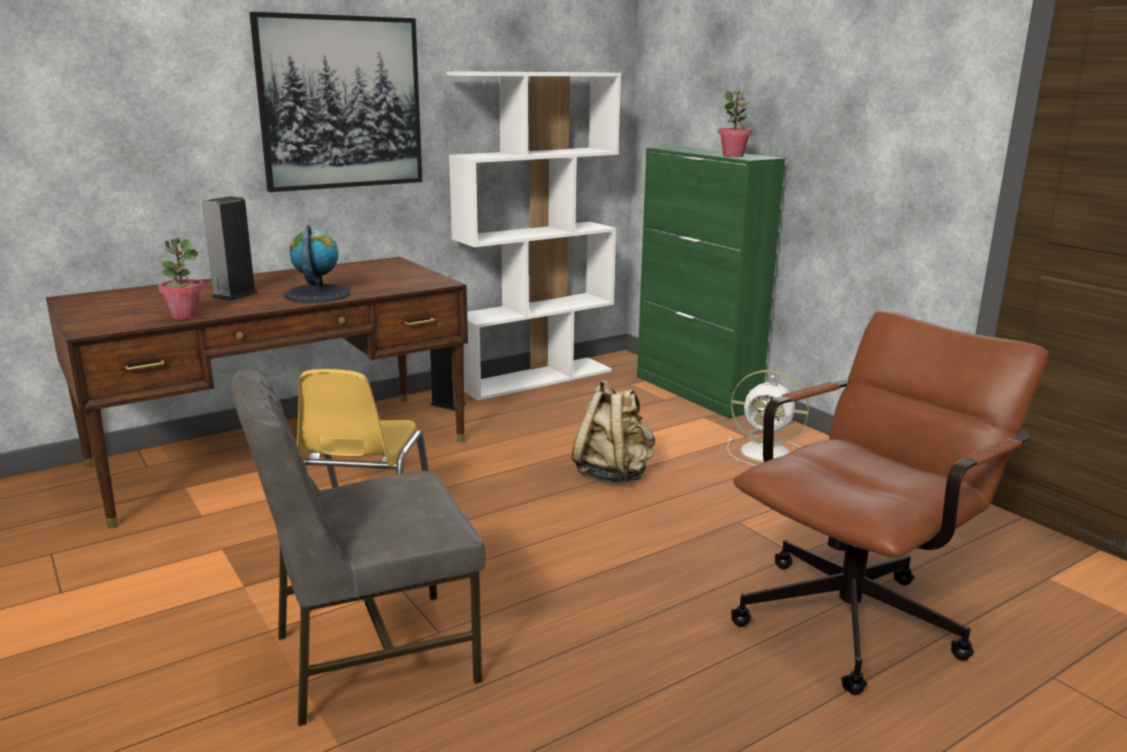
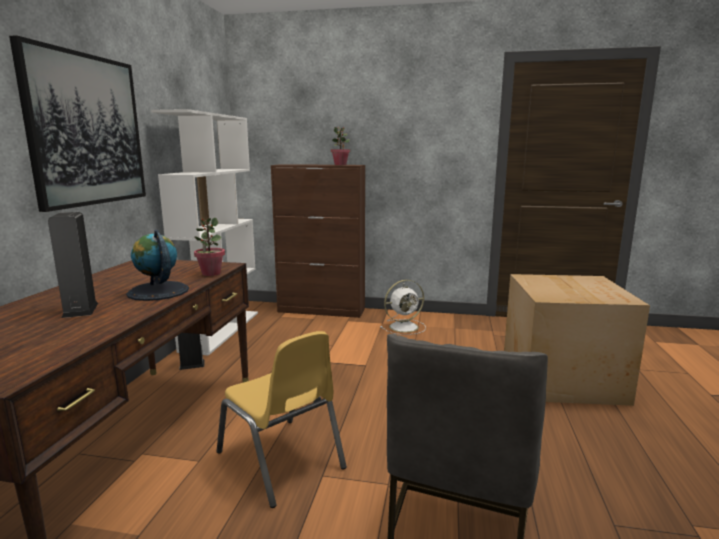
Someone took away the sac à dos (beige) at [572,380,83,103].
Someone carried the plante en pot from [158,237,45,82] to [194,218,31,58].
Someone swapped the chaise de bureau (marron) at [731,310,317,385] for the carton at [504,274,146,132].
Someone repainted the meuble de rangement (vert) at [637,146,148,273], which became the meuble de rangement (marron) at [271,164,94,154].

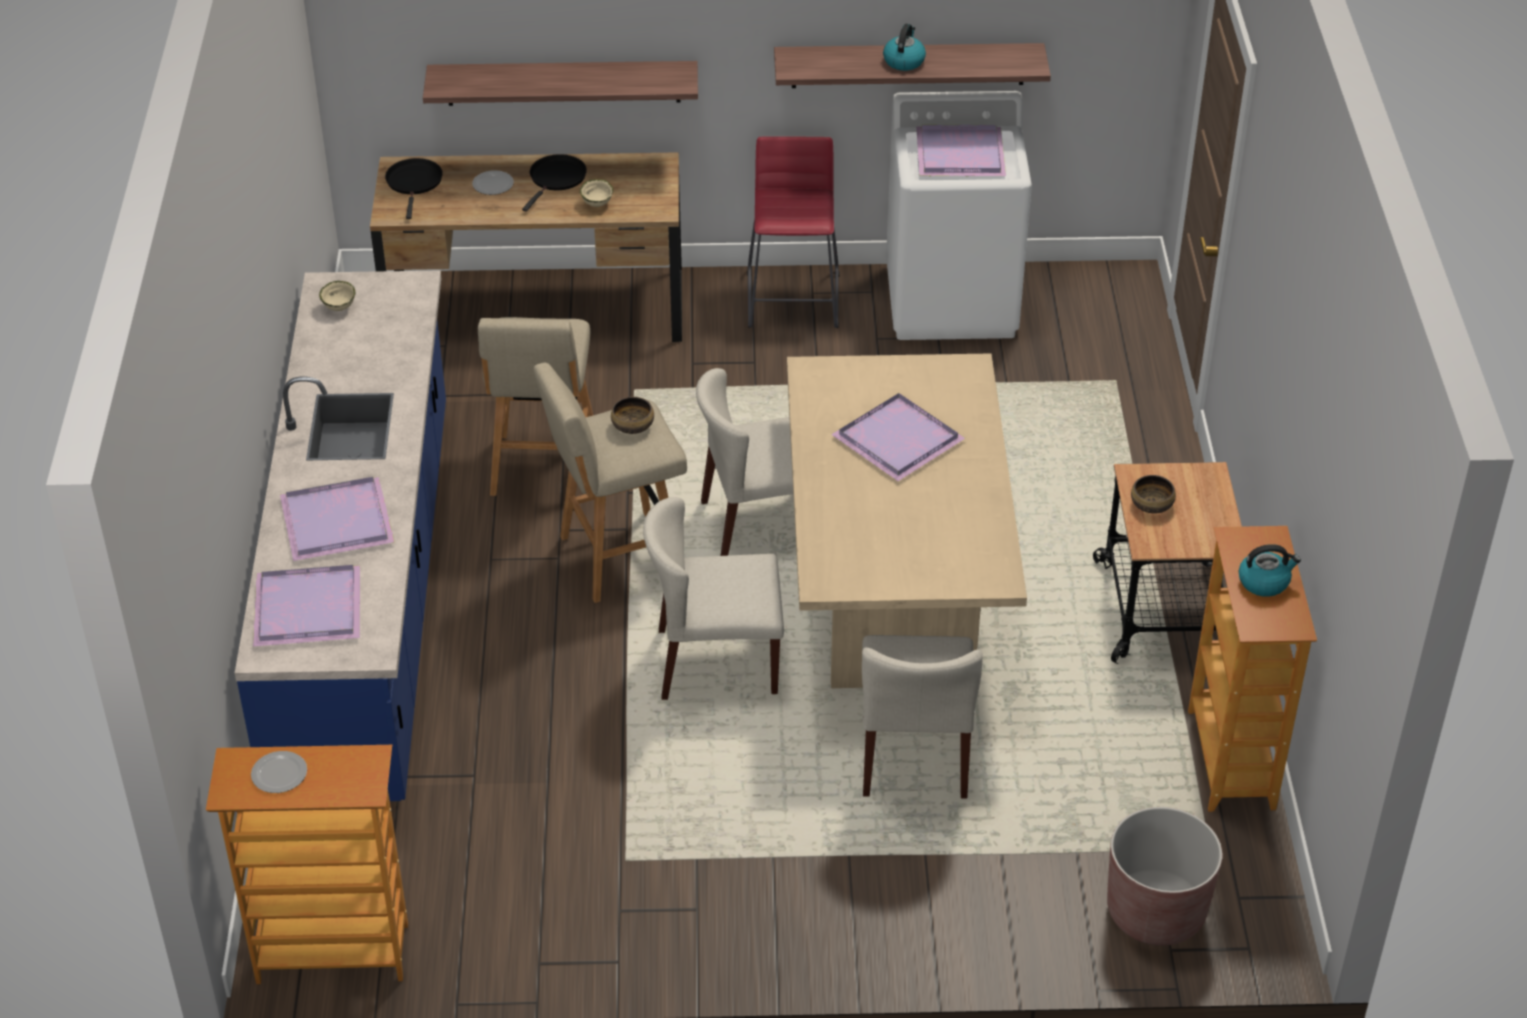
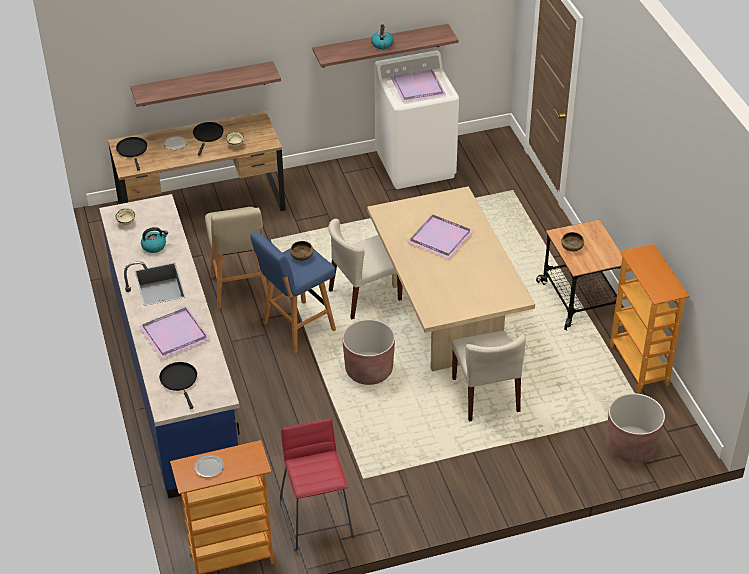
Someone carried the tabouret (rouge) from [747,136,93,192] to [280,418,74,133].
Someone carried the bouilloire from [1239,544,62,53] to [141,227,27,26].
Someone swapped the plateau (violet) at [253,565,107,81] for the poêle (noir) at [159,362,38,47].
Someone swapped the chaise (beige) at [643,497,141,203] for the cache-pot (marron) at [342,319,53,66].
Someone repainted the tabouret (beige) at [534,362,153,241], which became the tabouret (bleu) at [250,231,86,122].

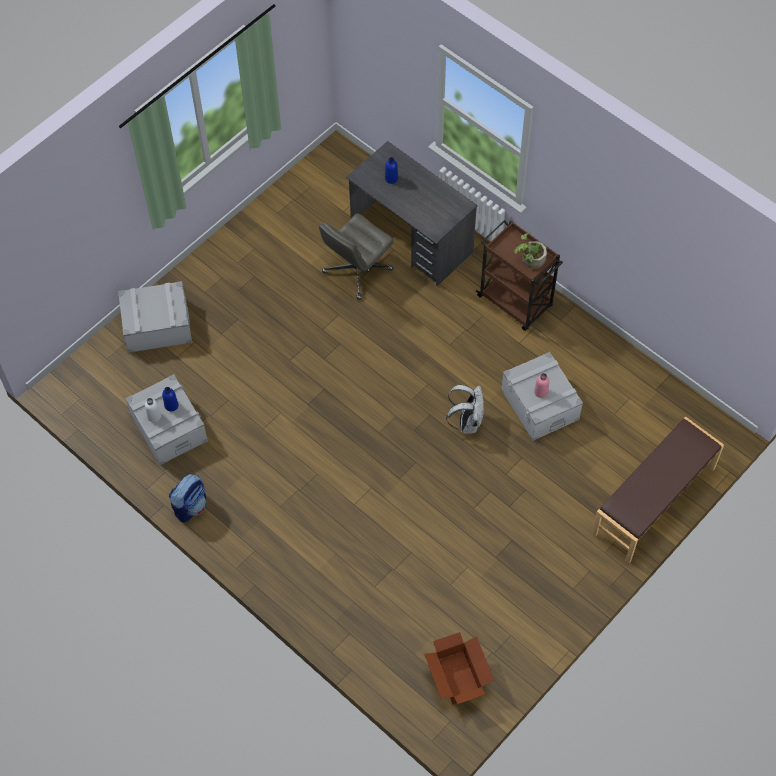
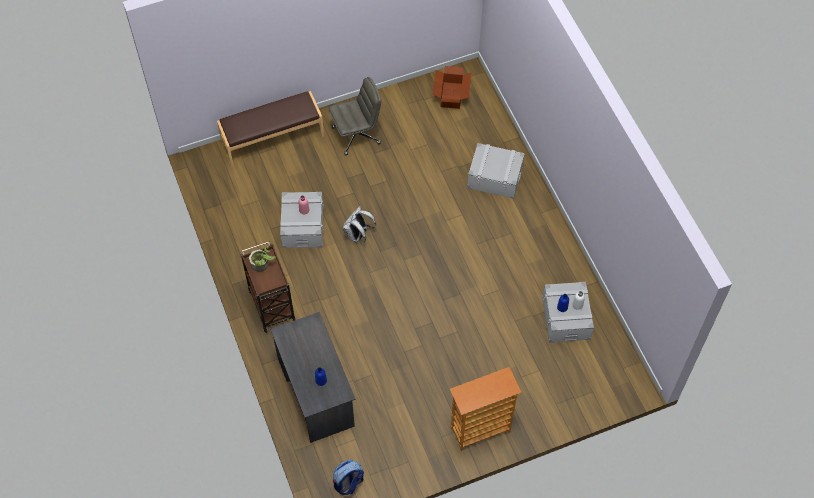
Someone put down the bibliothèque at [450,367,72,84].
Someone carried the boîte de rangement (gris) from [118,281,74,72] to [467,143,58,56].
Someone carried the sac à dos from [169,474,37,48] to [333,460,31,35].
Someone carried the chaise de bureau (gris) from [319,213,75,87] to [329,77,52,78].

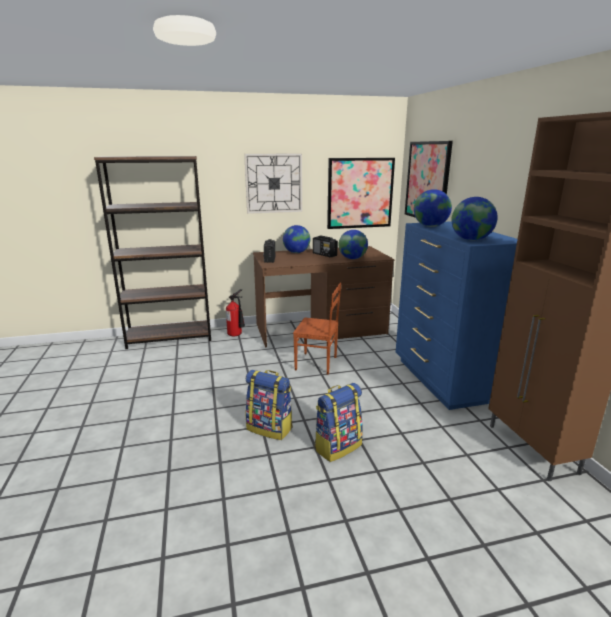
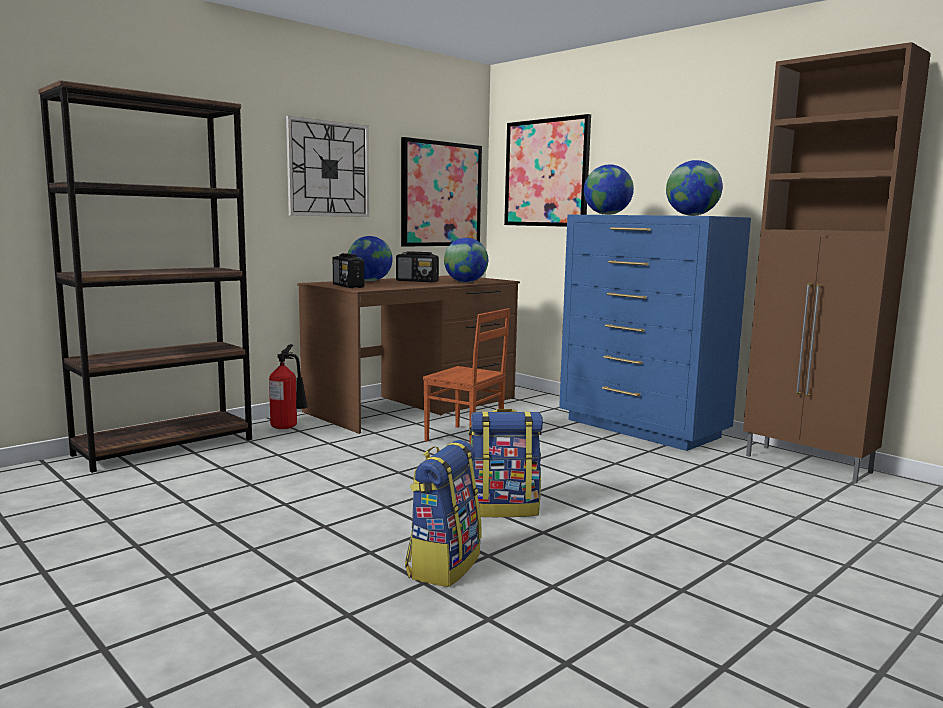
Someone carried the sac à dos from [315,383,48,79] to [405,440,77,147].
Someone rotated the chaise (marron) at [293,283,48,92] by 45 degrees clockwise.

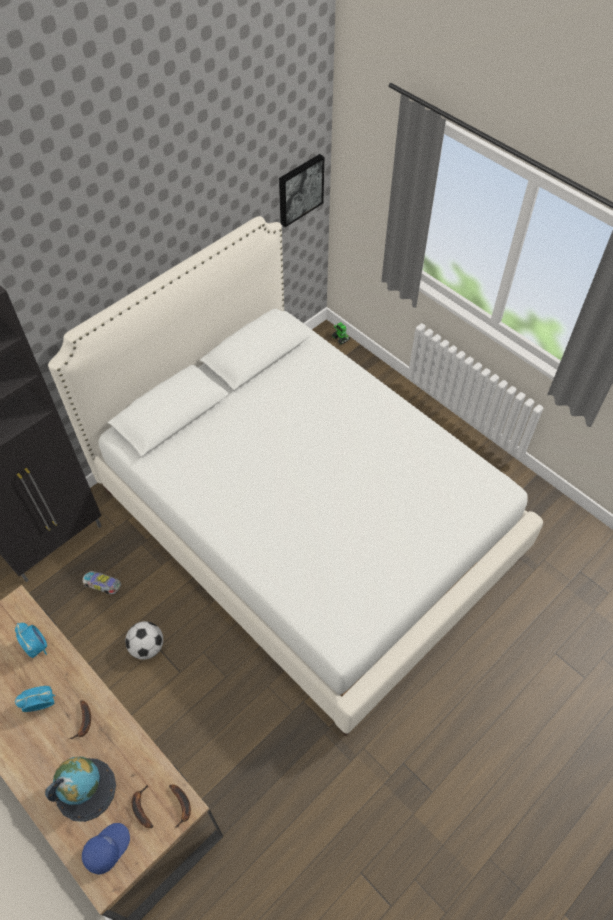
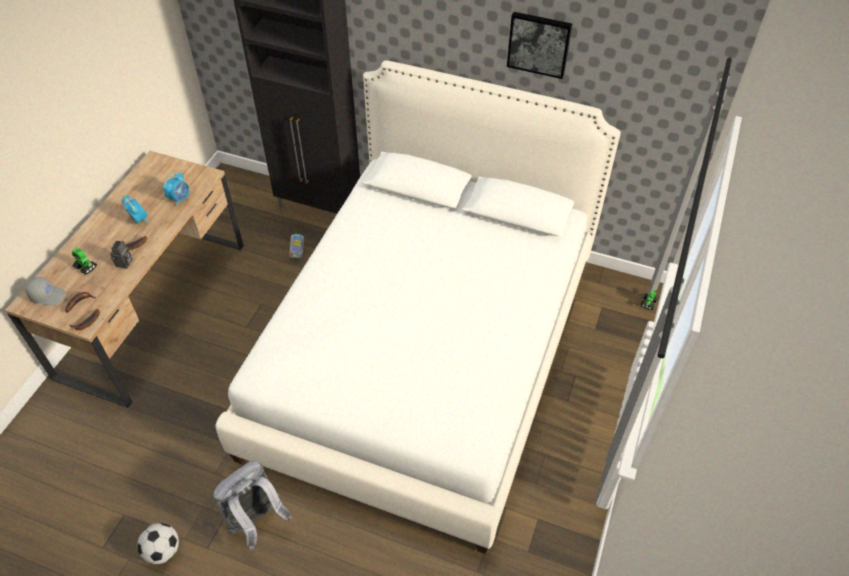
Someone put down the appareil photo at [110,241,23,28].
Someone put down the sac à dos (gris) at [213,461,80,90].
Someone carried the ballon de foot from [125,621,38,39] to [137,523,42,41].
Someone carried the tableau from [279,154,45,73] to [507,12,65,67].
Someone swapped the globe at [45,757,71,65] for the robot jouet at [72,248,25,27].
Someone repainted the casquette (bleu) at [82,823,48,52], which became the casquette (gris) at [25,277,41,29].

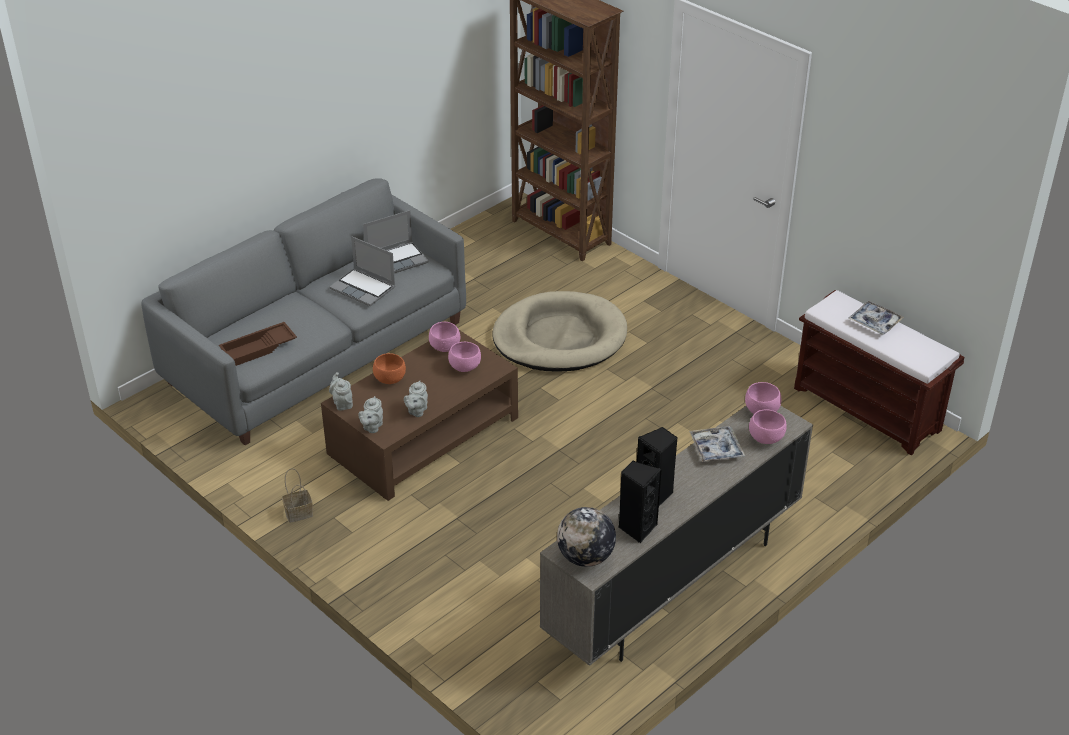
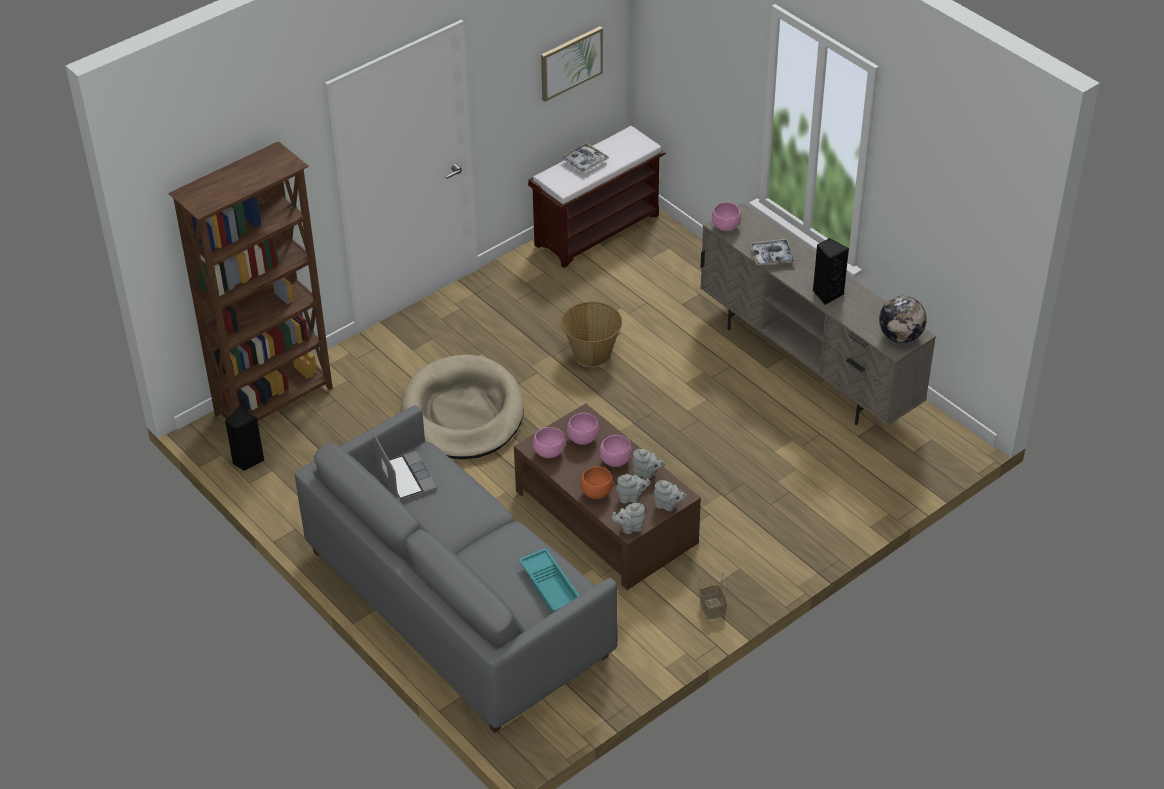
Someone took away the ordinateur portable at [330,236,66,70].
Someone put up the tableau at [541,26,62,76].
Someone put down the panier at [561,302,61,65].
Someone put down the théière (gris) at [616,474,35,30].
Someone carried the enceinte (noir) from [619,461,43,82] to [225,406,39,65].
Someone carried the bol (rose) from [749,410,37,34] to [599,435,33,32].
Someone repainted the plateau (marron) at [219,322,78,44], which became the plateau (turquoise) at [518,548,62,65].

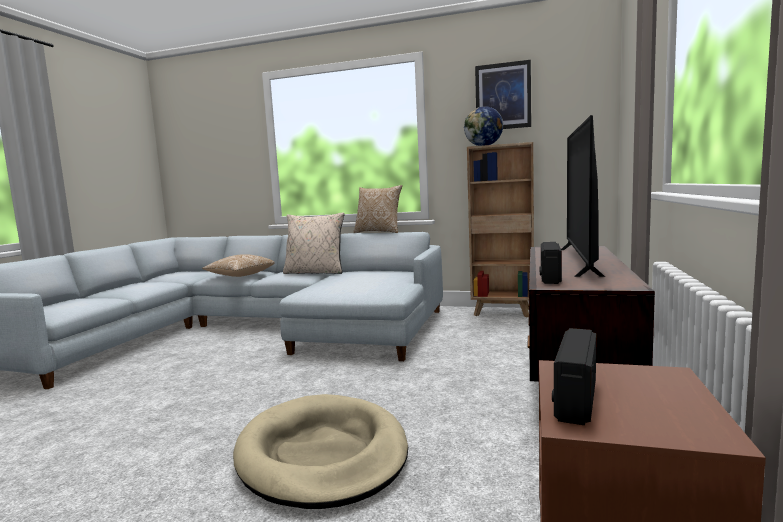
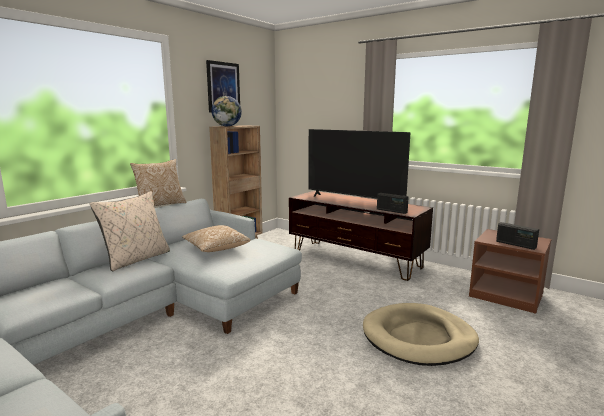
Someone carried the coussin from [202,254,73,23] to [182,225,69,27].

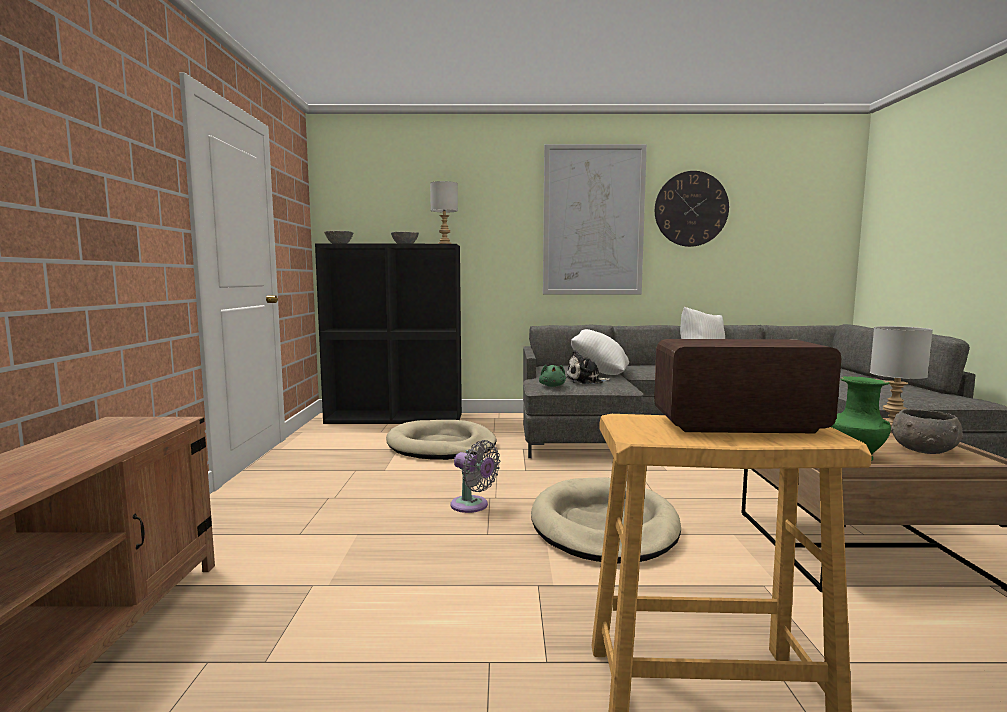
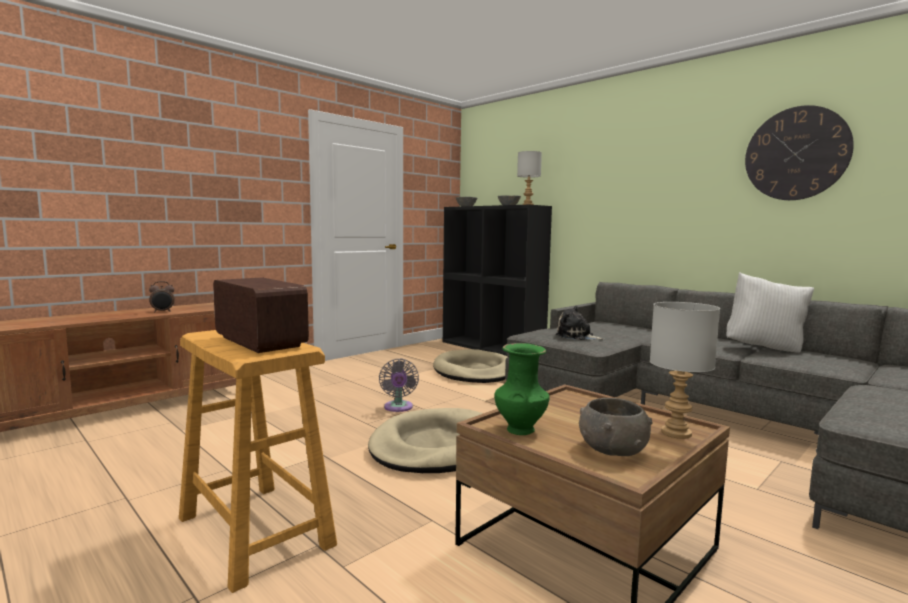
Someone took away the peluche (vert) at [539,364,27,23].
Someone took away the tableau at [543,144,104,151].
Someone took away the coussin (blanc) at [571,329,58,46].
Someone put down the réveil at [149,281,26,32].

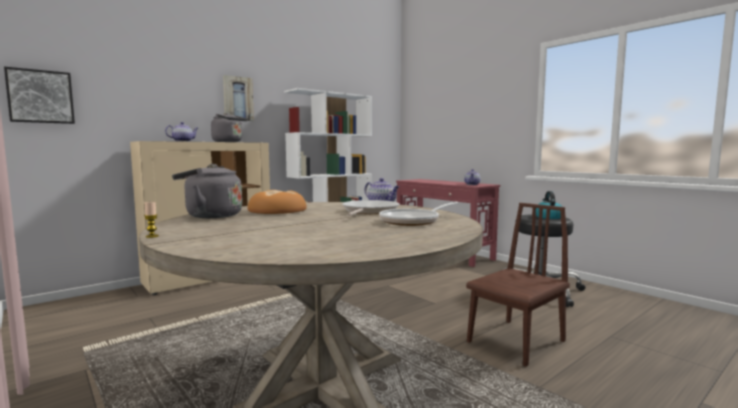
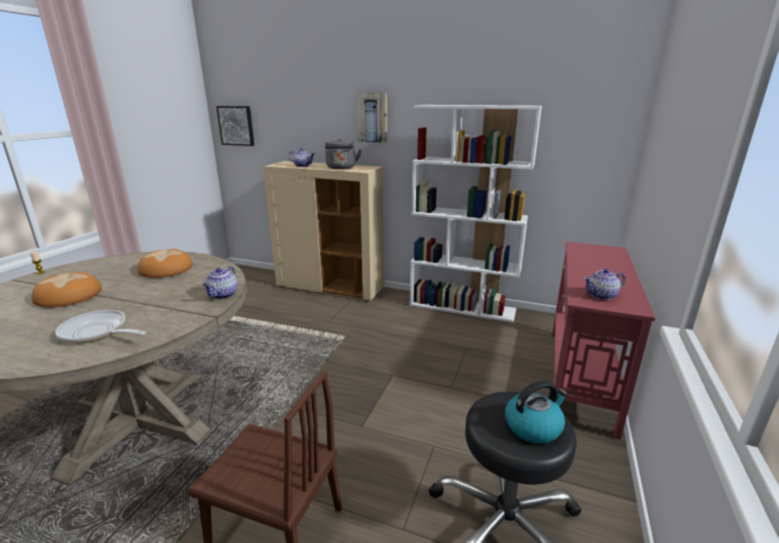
Someone took away the bouilloire (gris) at [172,164,70,54].
Someone took away the poêle at [342,200,57,16].
Someone put down the pain at [32,272,70,36].

